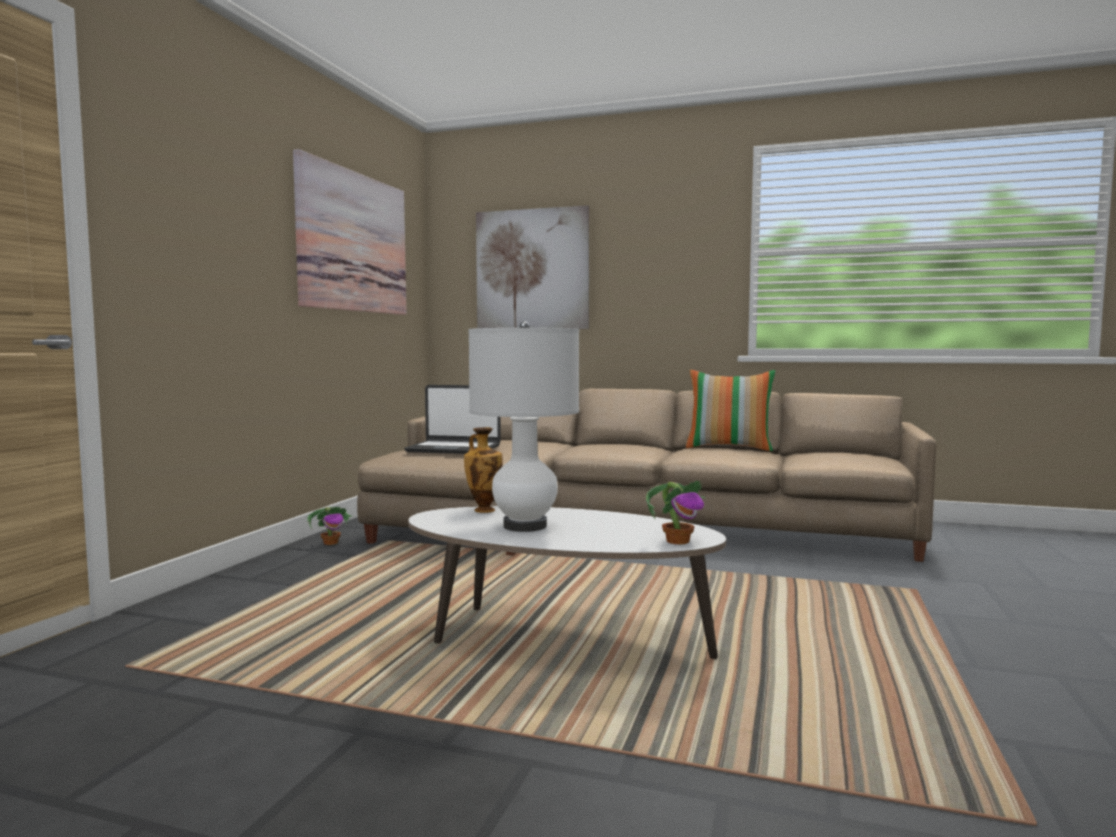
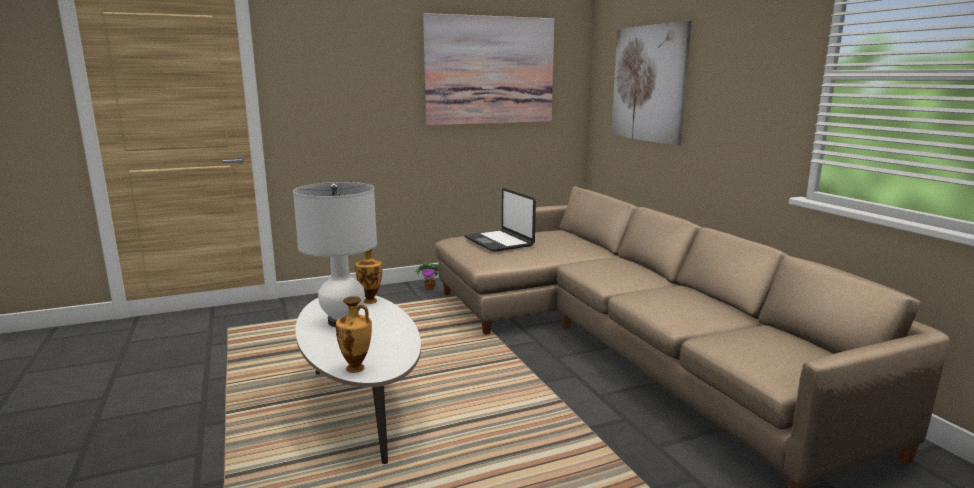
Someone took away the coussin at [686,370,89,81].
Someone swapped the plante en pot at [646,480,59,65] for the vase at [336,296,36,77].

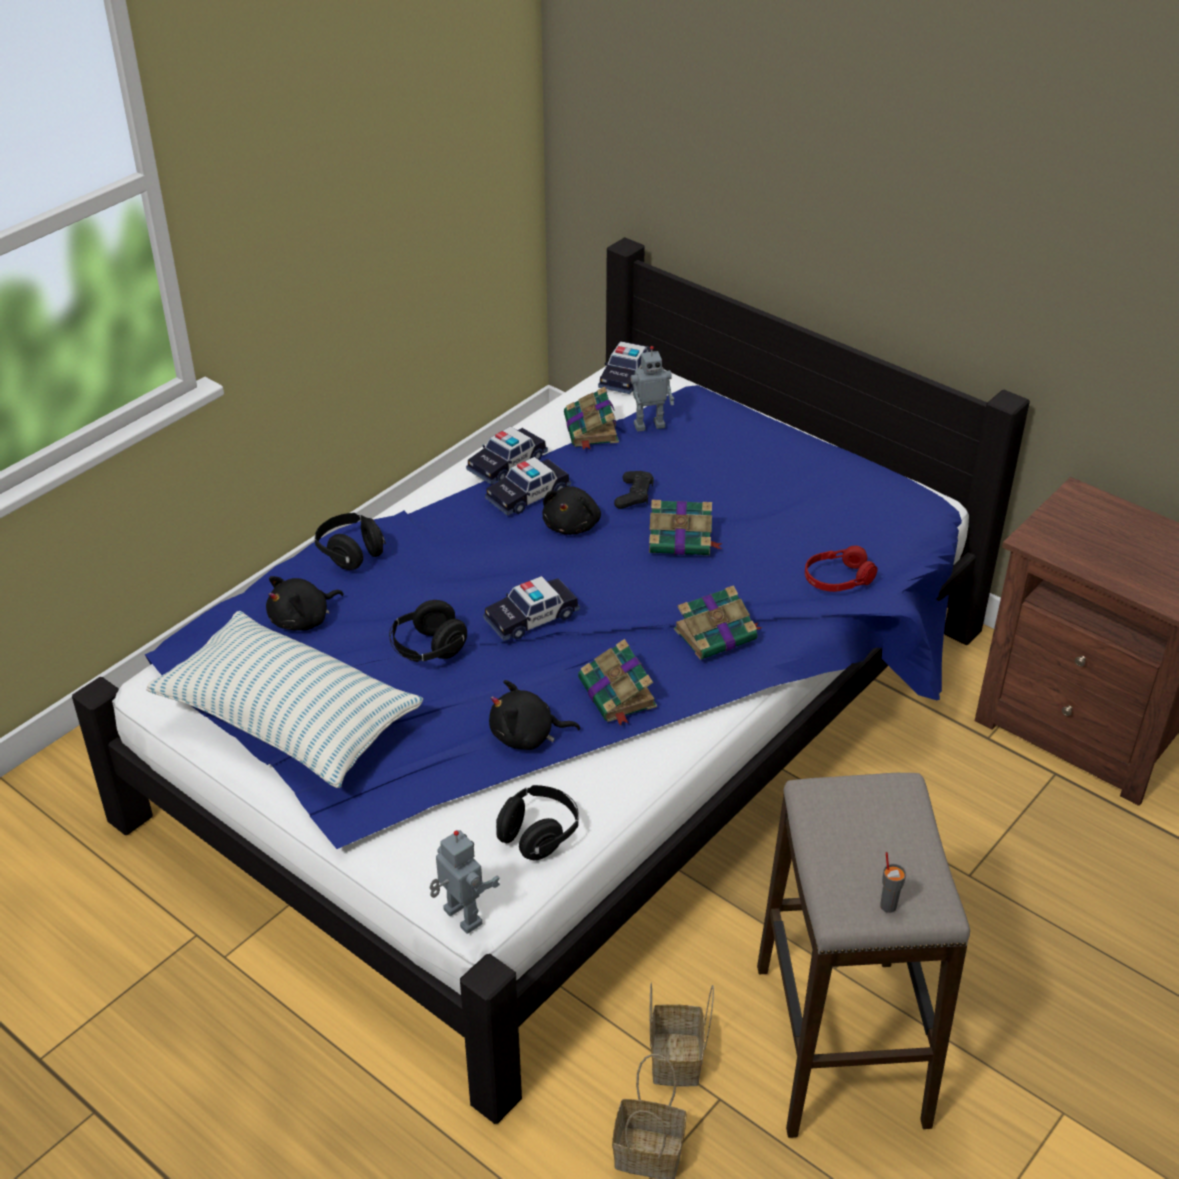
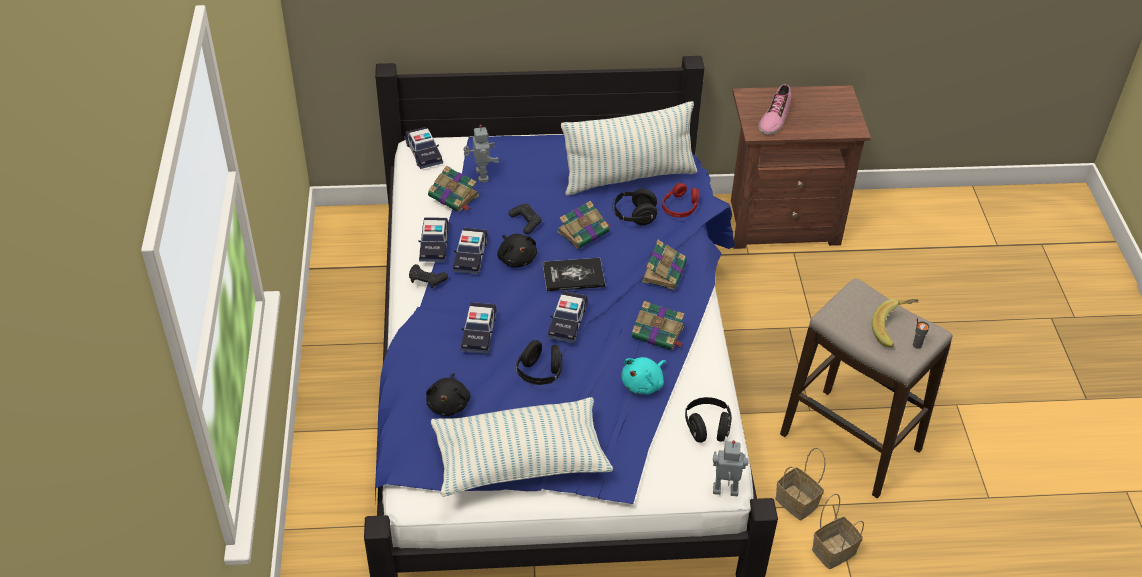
Someone put down the manette (noir) at [409,264,39,24].
Someone put down the petite voiture at [461,302,36,52].
Someone put down the livre at [543,258,62,33].
Someone put down the coussin at [561,101,136,94].
Someone put down the chaussure at [758,84,33,51].
Someone put down the banane at [872,299,47,49].
Someone carried the casque audio (noir) from [315,513,71,57] to [612,189,45,36].
Someone repainted the peluche (noir) at [489,680,91,70], which became the peluche (turquoise) at [621,357,45,37].
Someone rotated the robot jouet at [630,346,44,86] by 45 degrees counterclockwise.

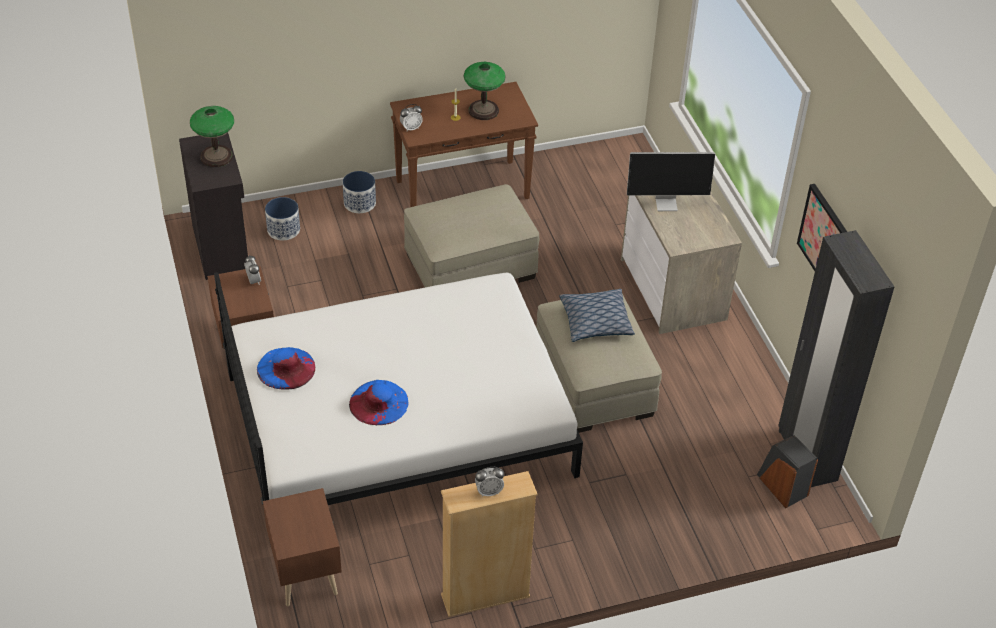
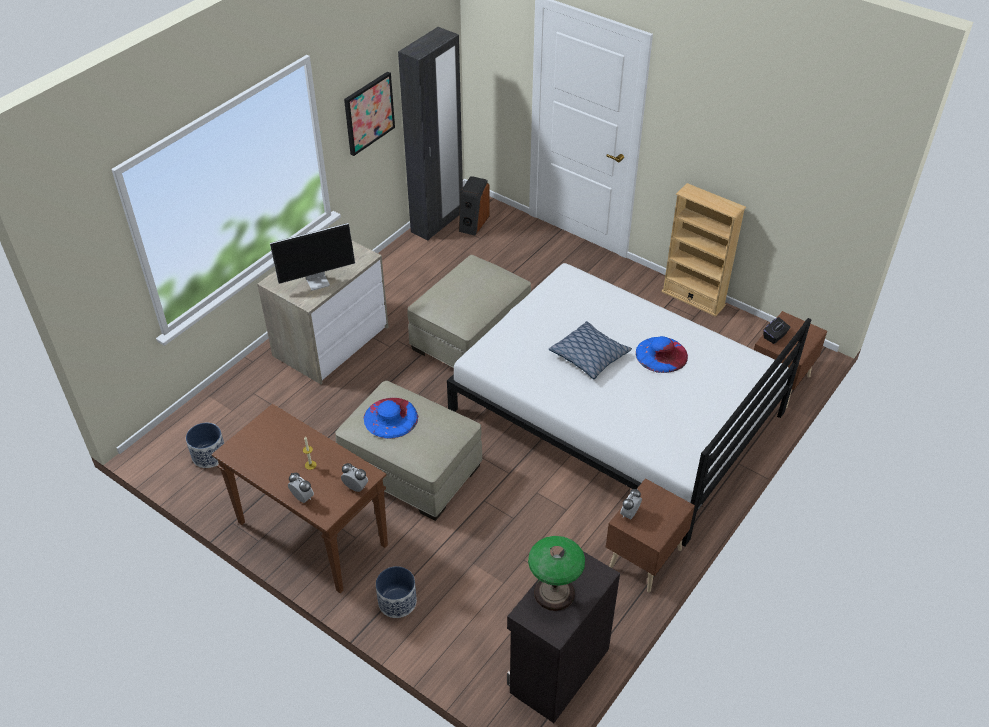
Someone took away the lampe de table at [464,62,42,58].
Someone put down the boîte à mouchoirs (noir) at [763,317,27,27].
Someone carried the chapeau (bleu) from [257,347,59,43] to [364,398,54,41].
Someone carried the cache-pot from [265,197,35,43] to [186,423,38,45].
Someone carried the réveil from [475,467,29,30] to [288,473,26,30].
Someone carried the coussin from [559,289,76,53] to [549,321,83,58].
Someone rotated the écran d'ordinateur at [627,152,88,59] by 105 degrees clockwise.

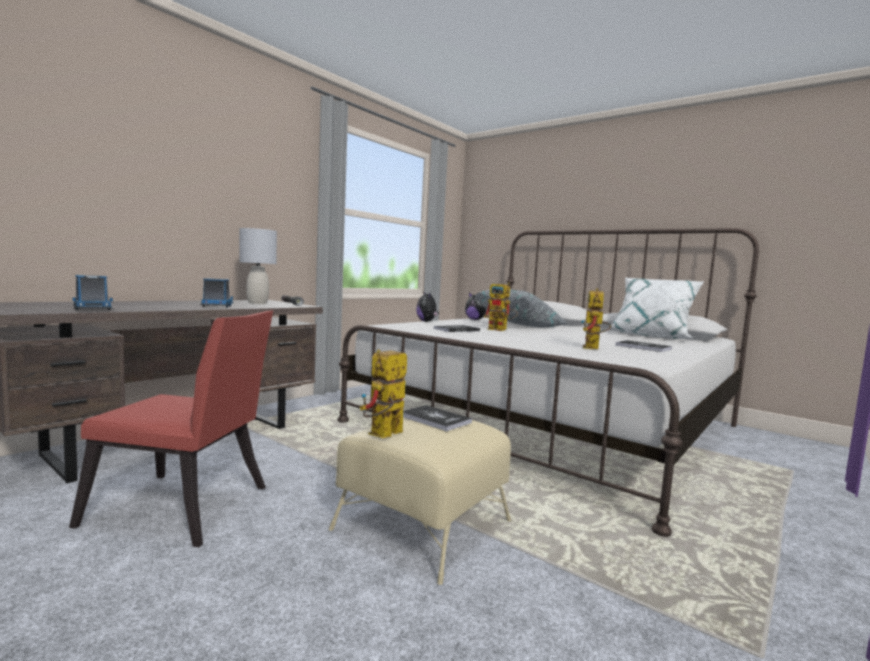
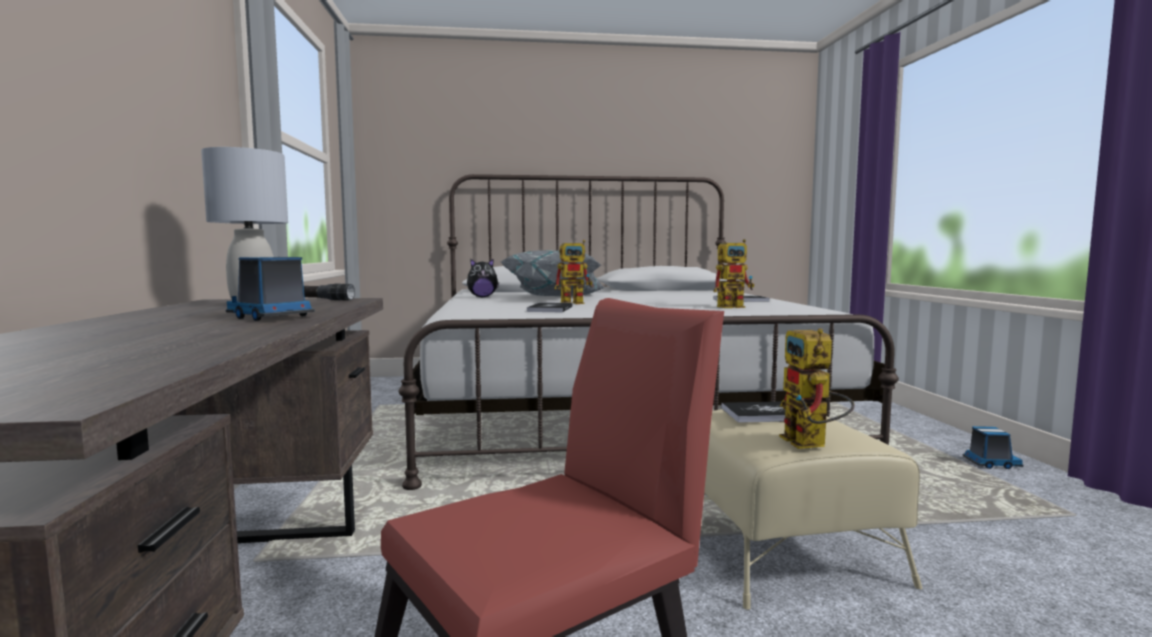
Someone took away the peluche at [416,292,23,30].
Someone took away the coussin (blanc) at [606,277,98,62].
Someone carried the camion jouet from [73,275,40,35] to [963,426,60,43].
Someone rotated the robot jouet at [581,288,30,61] by 75 degrees counterclockwise.

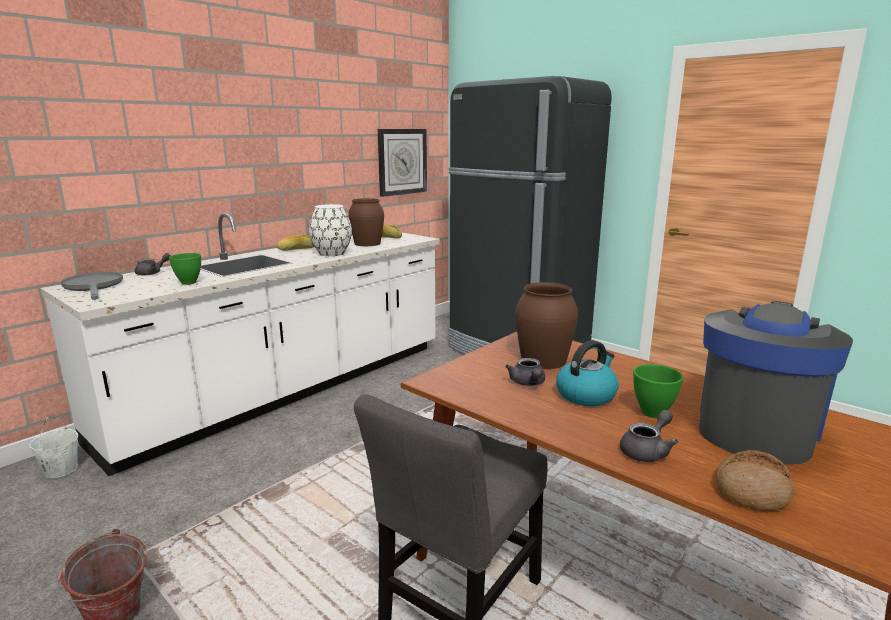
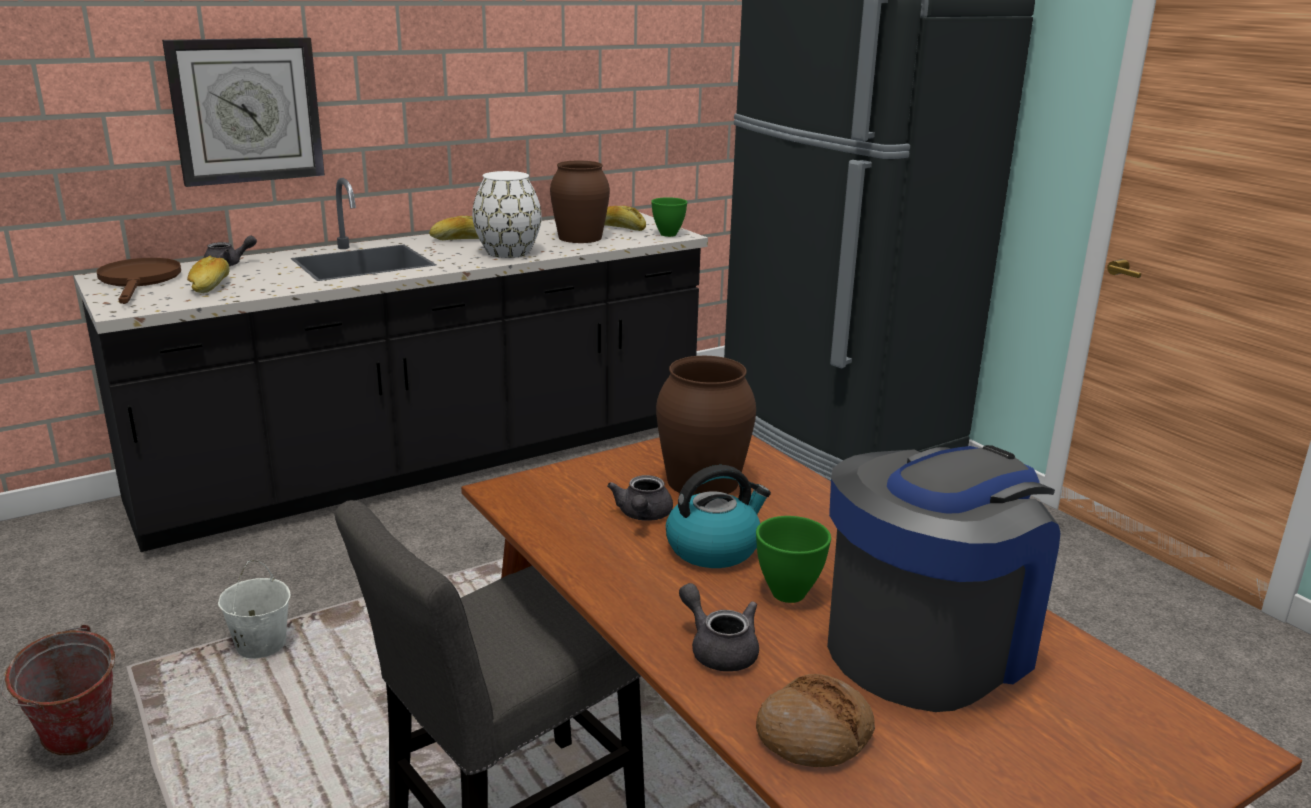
Someone put down the pain at [187,256,42,37].
Someone carried the seau (blanc) from [29,417,49,61] to [218,560,72,99].
Someone carried the bol (vert) from [169,253,32,32] to [651,197,36,40].
Someone carried the horloge murale from [378,129,49,68] to [162,37,163,150].
Someone repainted the comptoir de cuisine (blanc) at [40,213,400,263], which became the comptoir de cuisine (noir) at [74,178,634,374].
Someone repainted the poêle (gris) at [61,272,62,28], which became the poêle (marron) at [97,258,84,46].
Someone rotated the théière (gris) at [620,410,58,52] by 105 degrees counterclockwise.

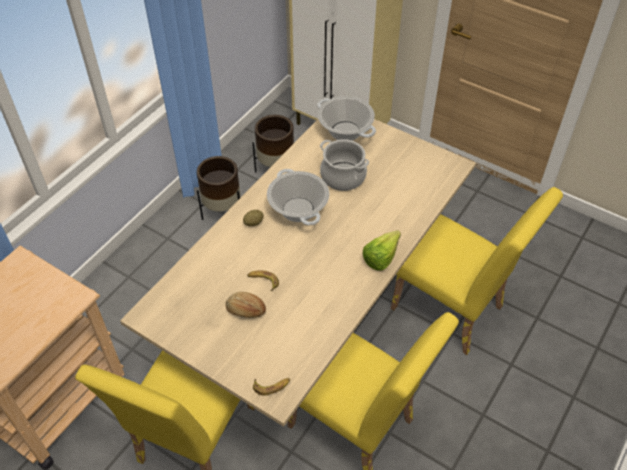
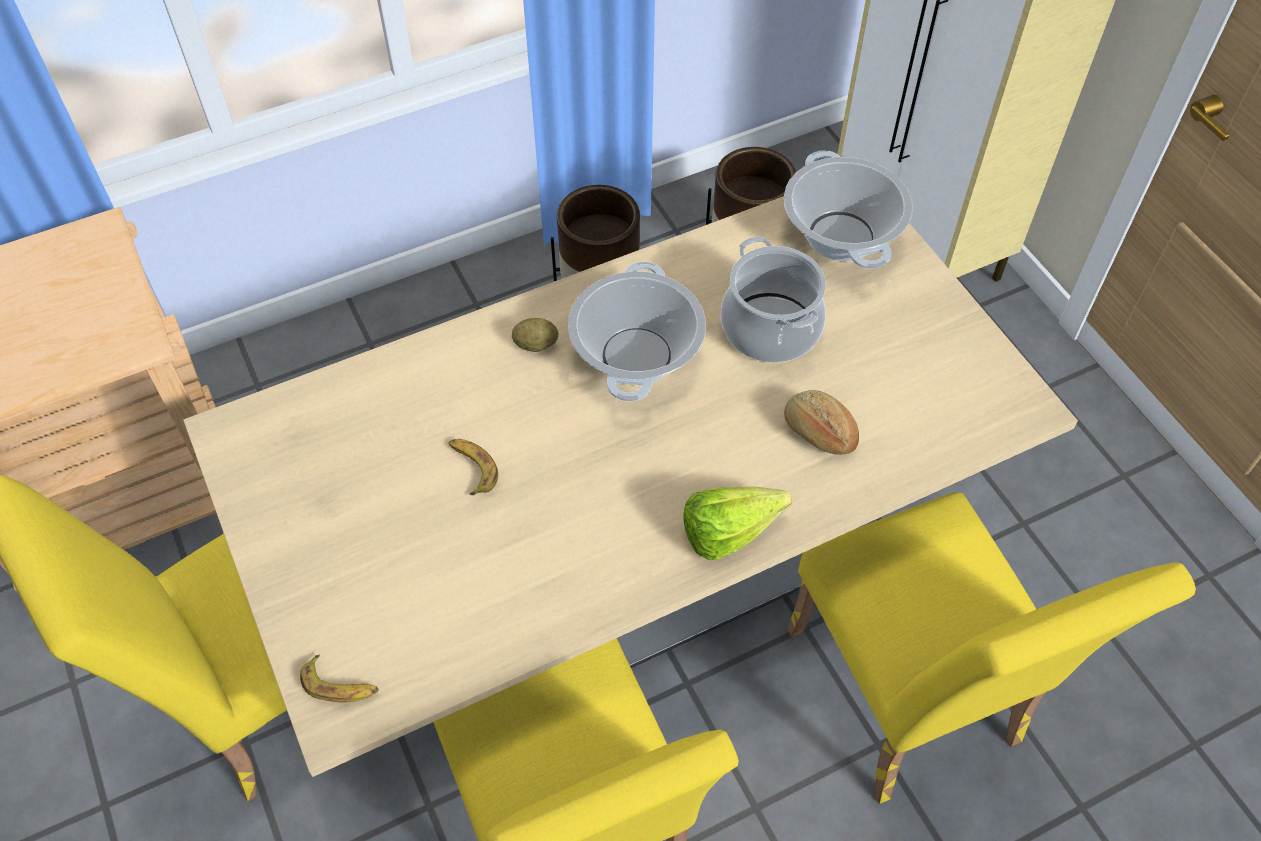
Someone carried the pain from [226,292,40,26] to [784,390,75,65].

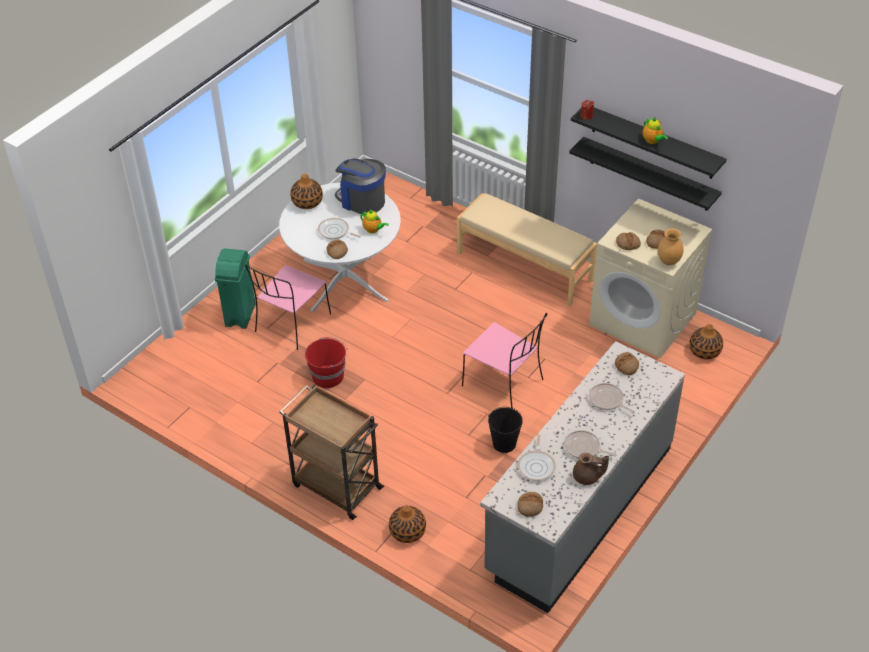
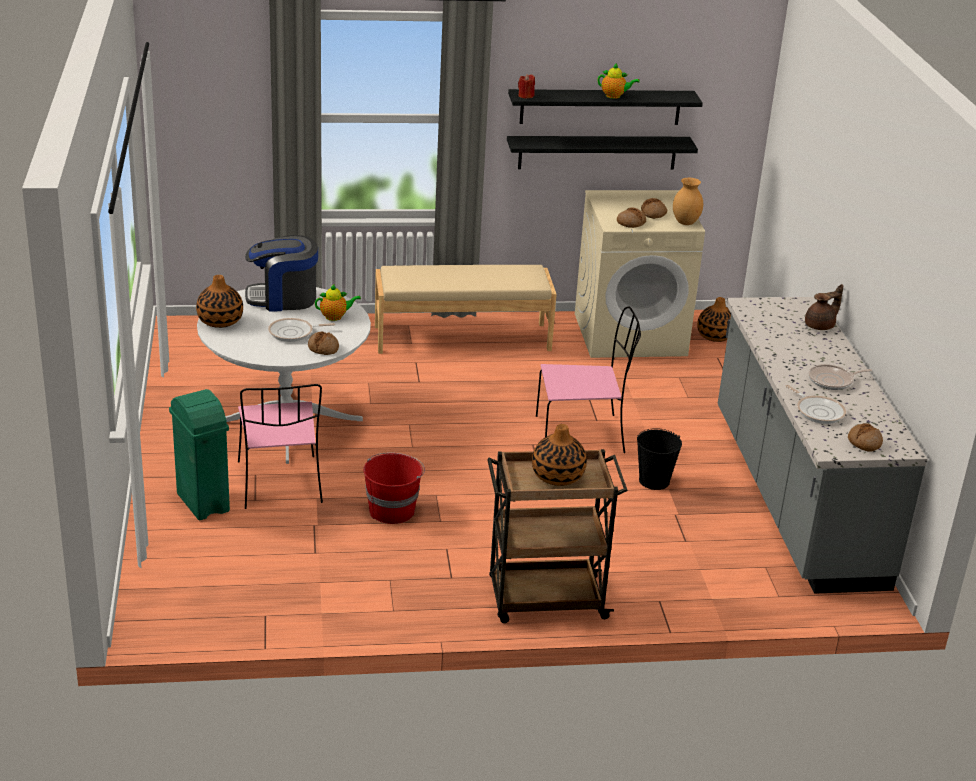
Someone took away the poêle at [589,383,46,30].
Someone took away the pain at [615,352,24,23].
Someone carried the vase from [389,505,37,38] to [532,424,55,62].
Someone carried the théière (marron) from [573,453,36,32] to [805,284,38,46].

